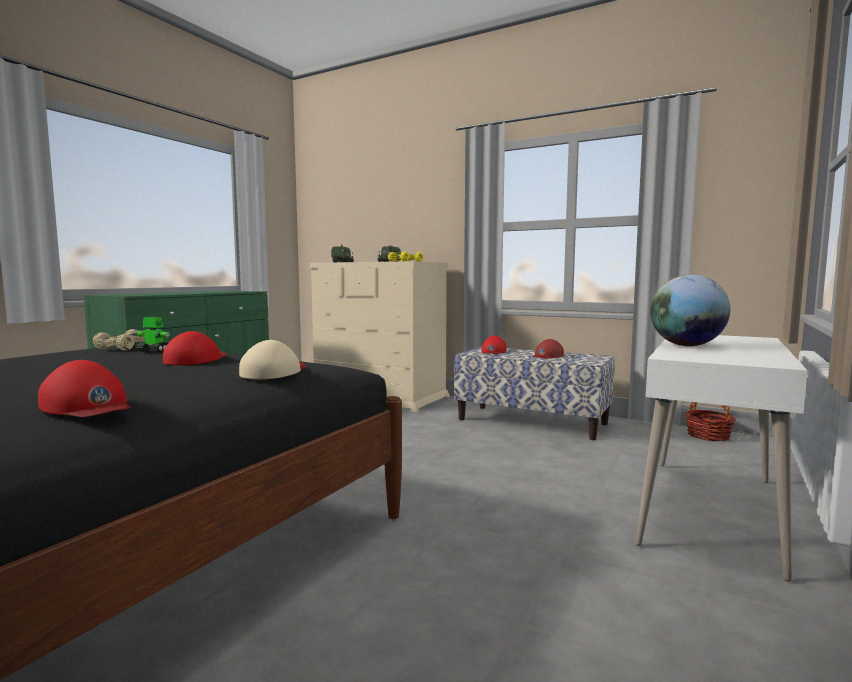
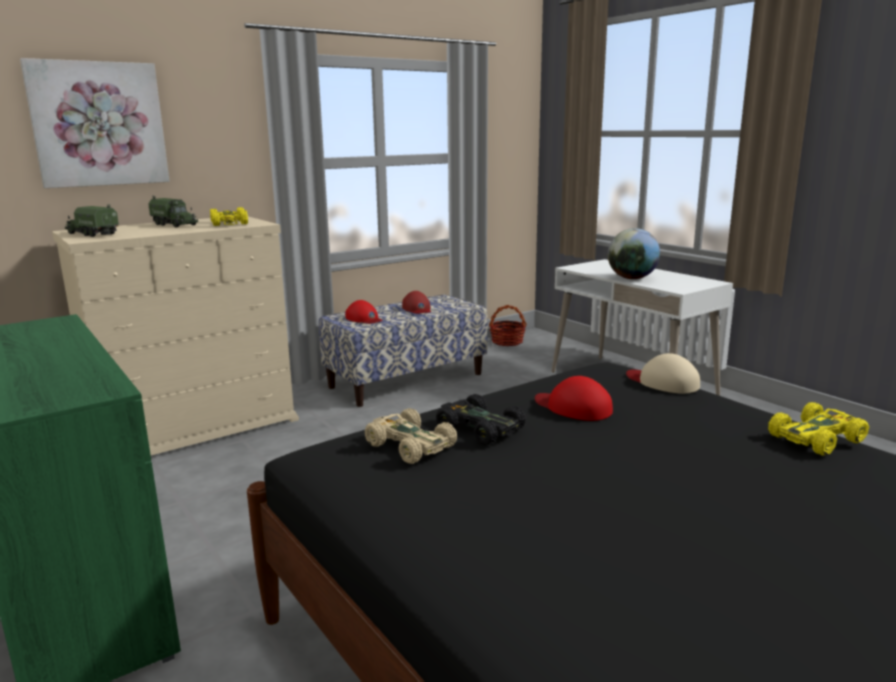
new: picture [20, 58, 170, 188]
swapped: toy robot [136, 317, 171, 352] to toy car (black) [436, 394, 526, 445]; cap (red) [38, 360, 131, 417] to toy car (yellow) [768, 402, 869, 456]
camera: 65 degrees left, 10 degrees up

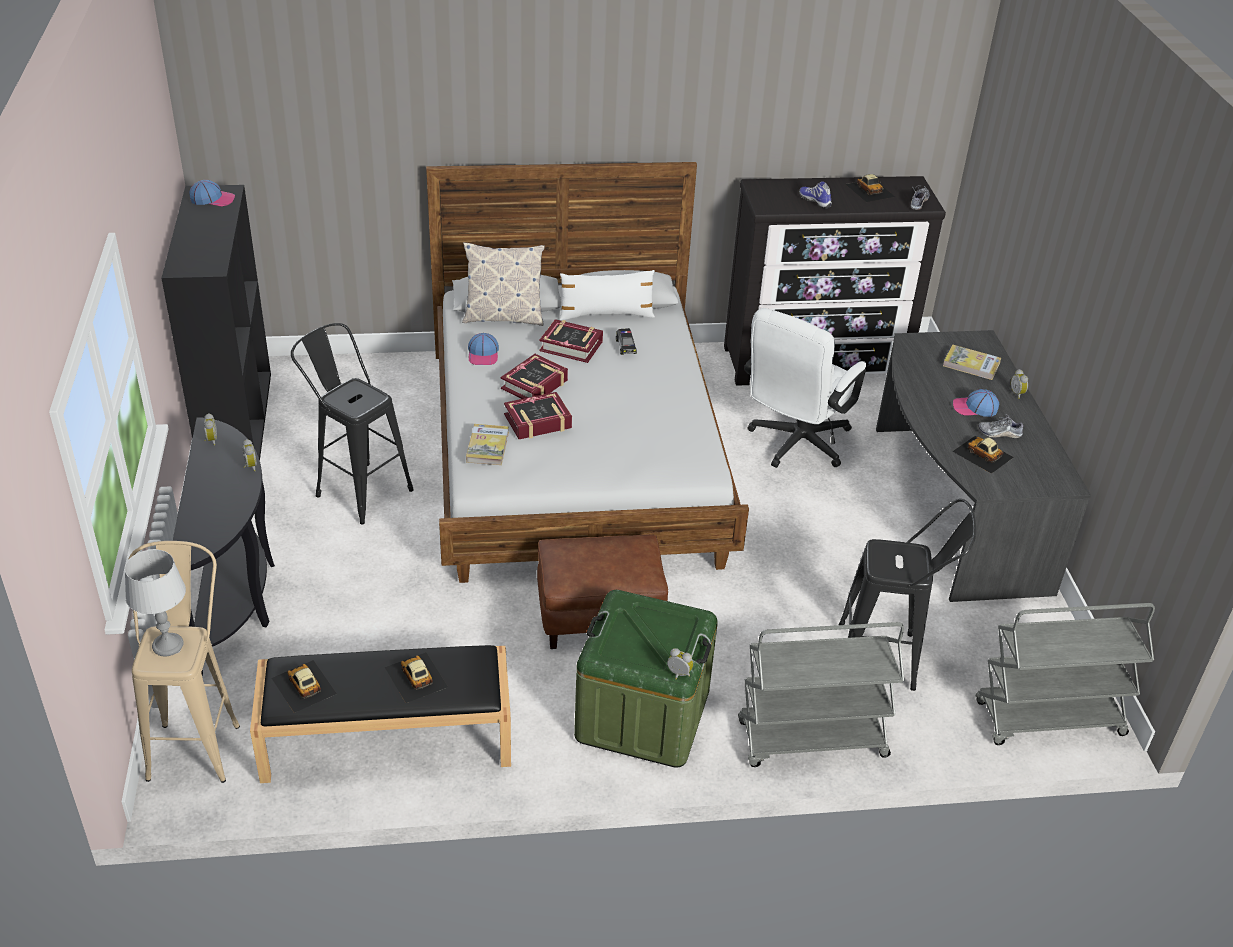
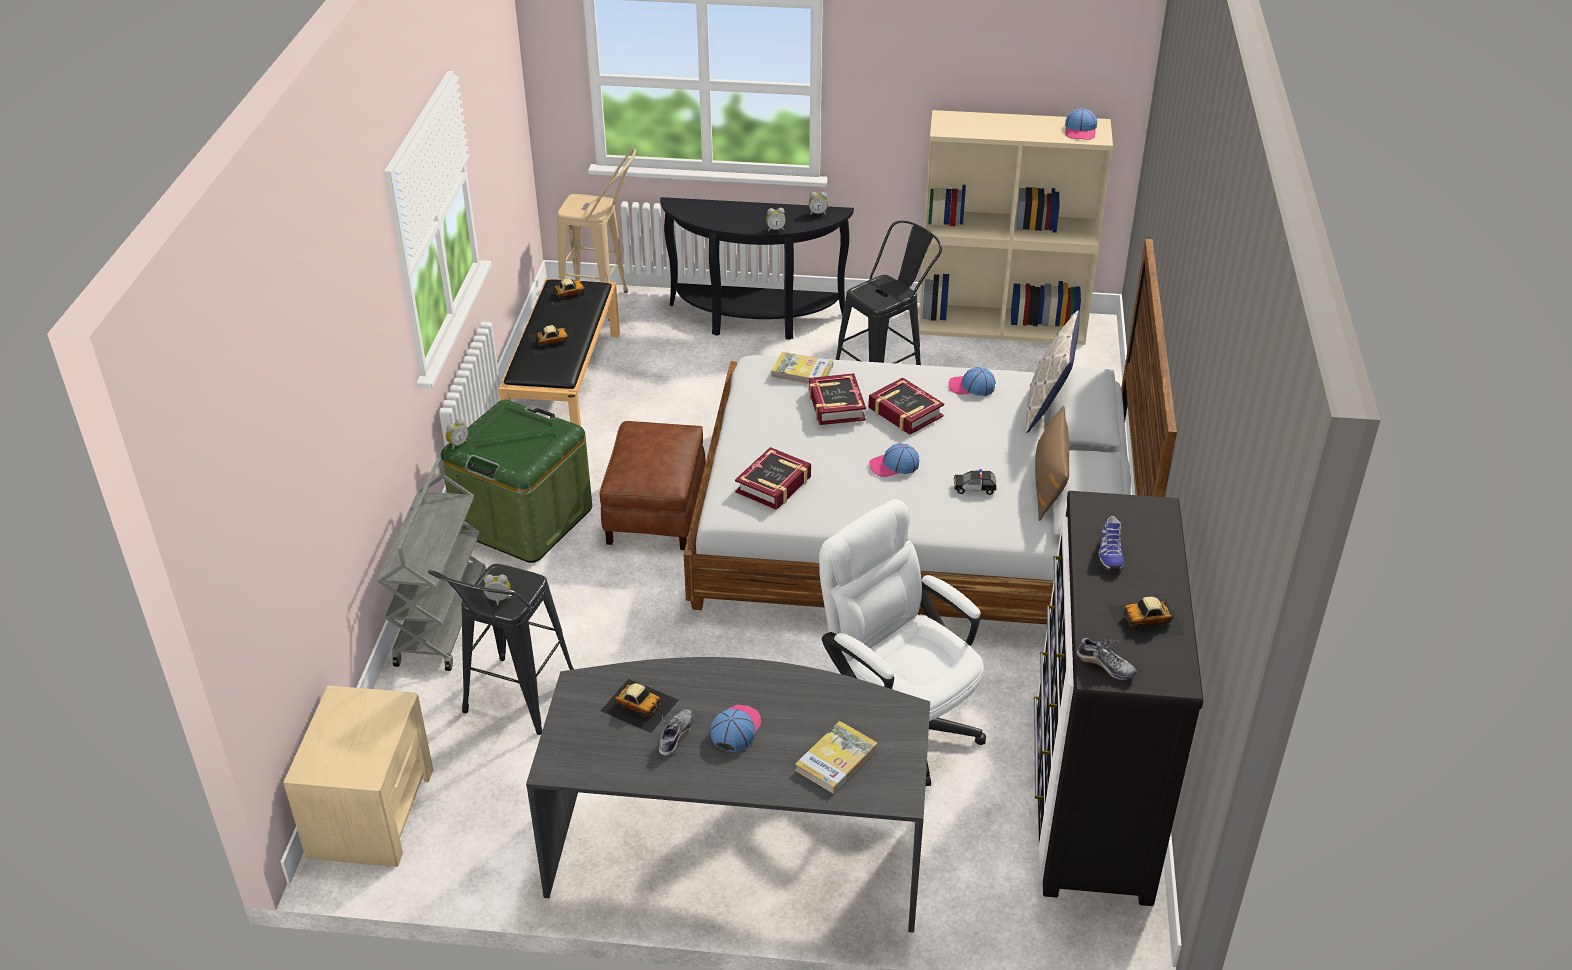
gone: table lamp (grey) [124, 549, 186, 656]
new: cap [869, 443, 919, 477]
shifted: alarm clock [1011, 369, 1028, 399] to [484, 574, 510, 606]; book [539, 319, 603, 363] to [735, 447, 811, 510]
swapped: cart (grey) [976, 603, 1155, 745] to nightstand (beige) [283, 685, 433, 867]
repainted: bookcase (black) [161, 185, 271, 460] to bookcase (beige) [919, 110, 1113, 345]; pillow (white) [559, 270, 655, 320] to pillow (brown) [1035, 405, 1069, 521]
rotated: toy car [953, 436, 1014, 474] = [600, 679, 678, 733] 60 degrees clockwise; shoe [799, 181, 832, 209] = [1098, 516, 1124, 571] 120 degrees clockwise
camera: 105 degrees right, 0 degrees up

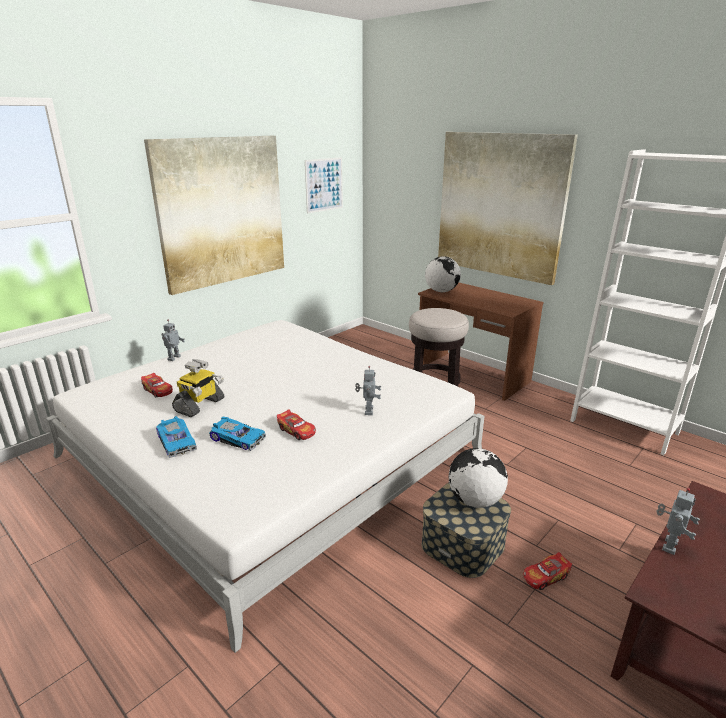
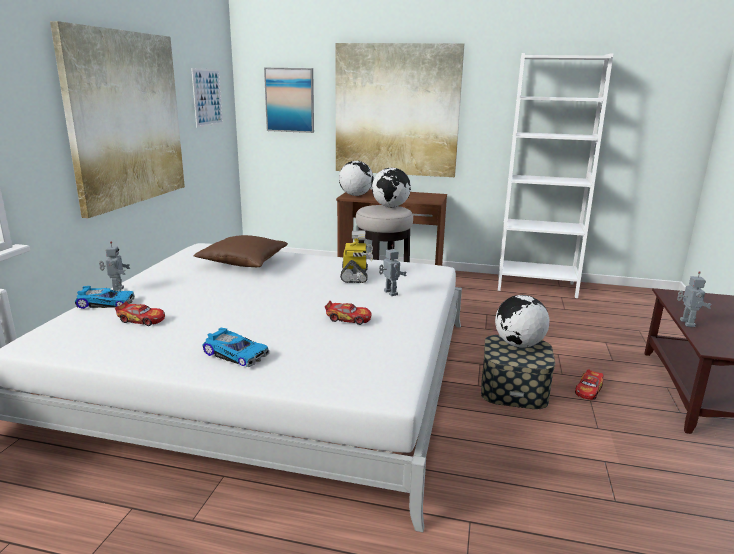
new: pillow (brown) [194, 235, 288, 267]; picture [264, 68, 314, 133]; globe [372, 168, 411, 207]
shifted: toy car [209, 417, 266, 451] to [75, 286, 135, 309]; toy robot [172, 359, 224, 417] to [340, 231, 373, 283]
camera: 30 degrees left, 5 degrees down

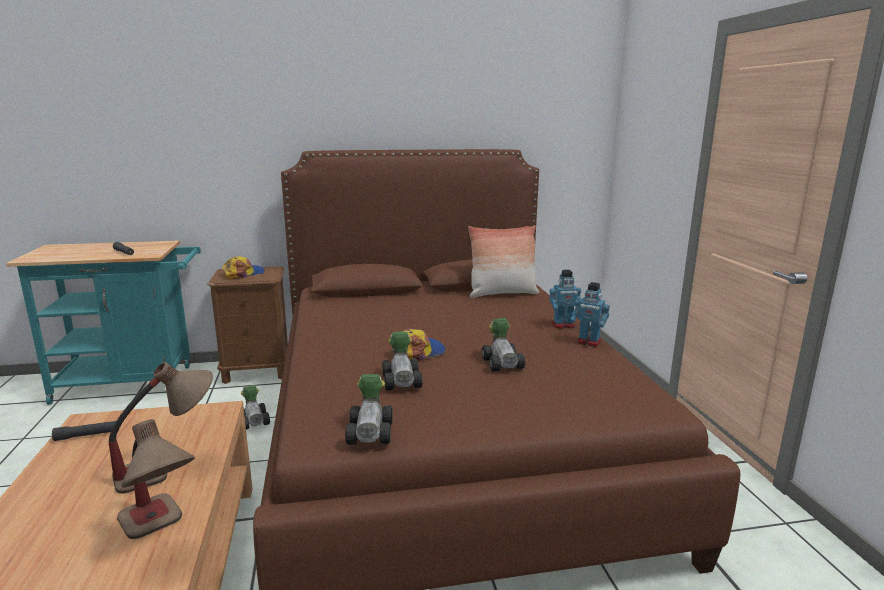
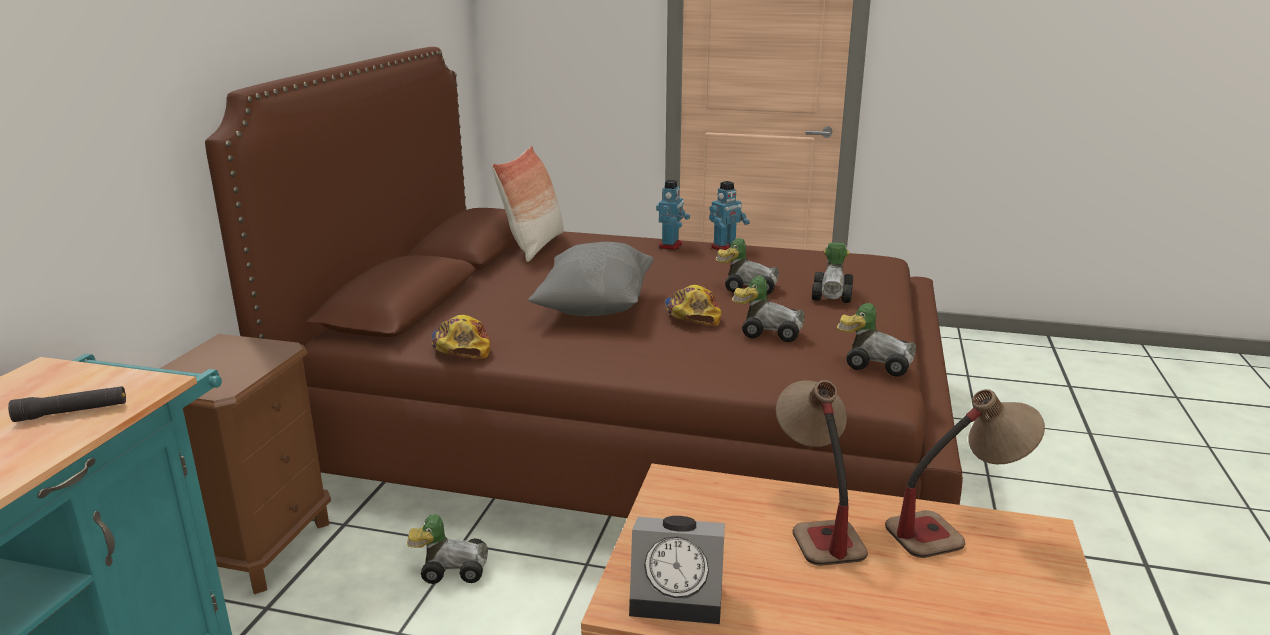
new: pillow (grey) [528, 242, 654, 316]; toy car [812, 242, 853, 303]
shifted: cap [222, 256, 265, 279] to [432, 315, 491, 359]
swapped: flashlight (black) [52, 421, 119, 441] to alarm clock [629, 516, 725, 624]
camera: 65 degrees left, 5 degrees up

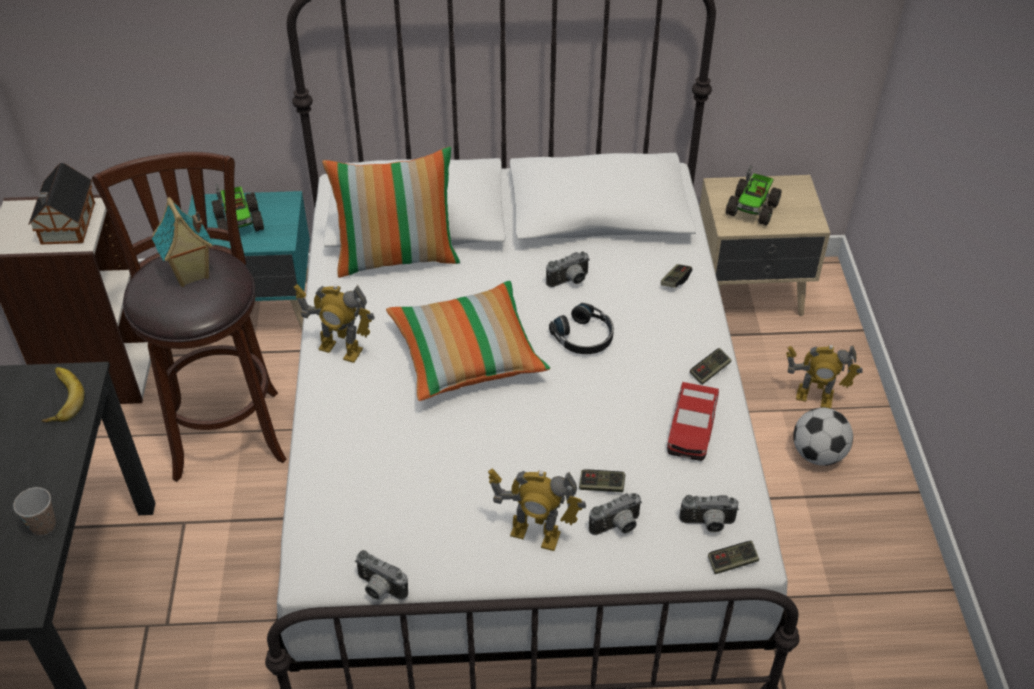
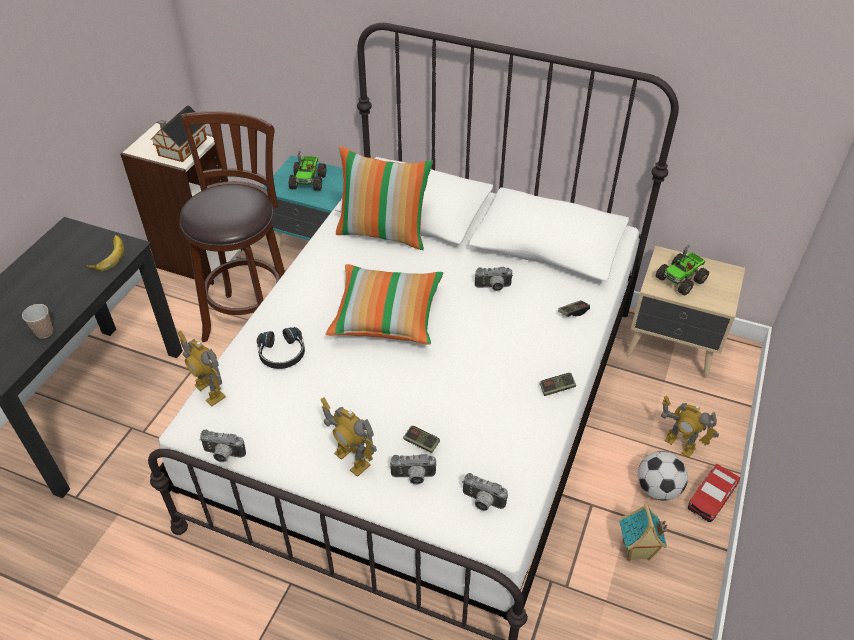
gone: game controller [708, 541, 759, 574]
shifted: toy robot [294, 284, 375, 363] to [177, 331, 226, 407]; headphones (black) [549, 303, 614, 354] to [256, 327, 305, 369]; toy house [152, 197, 214, 287] to [619, 502, 667, 561]; toy car [667, 382, 719, 461] to [688, 464, 740, 522]
rotated: photo camera [355, 550, 408, 600] = [199, 430, 246, 462] 45 degrees counterclockwise
camera: 25 degrees right, 0 degrees up

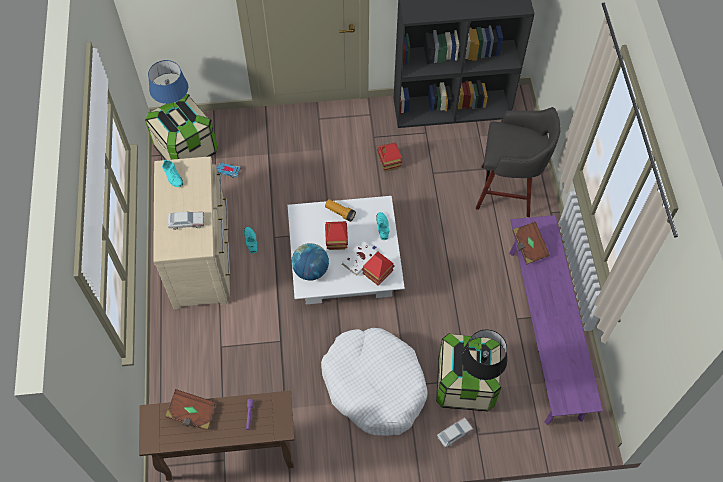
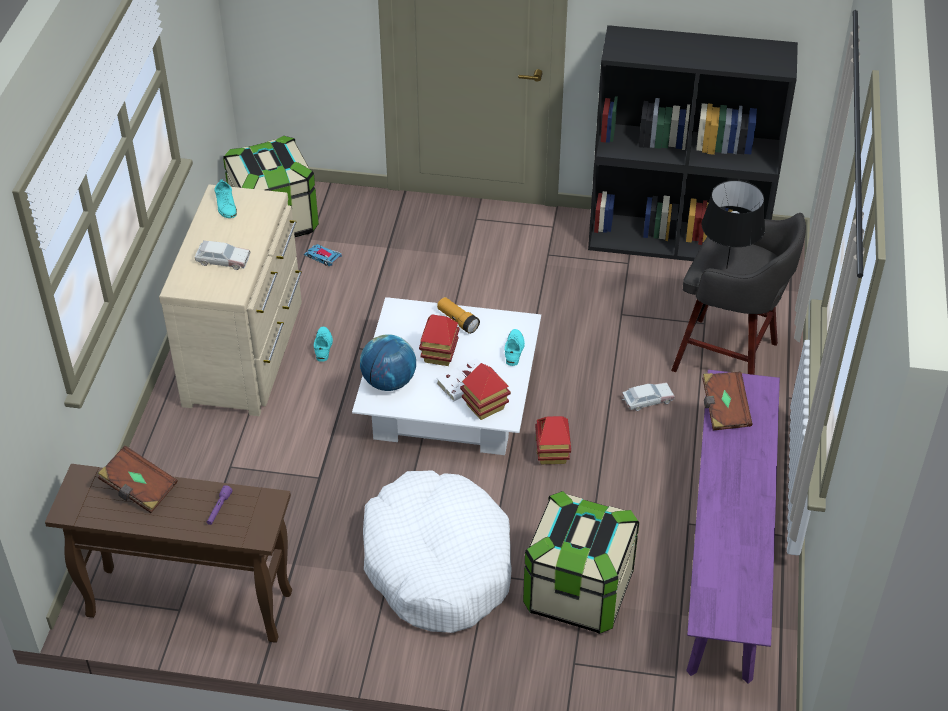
gone: table lamp (blue) [148, 60, 188, 109]
shifted: toy house [377, 142, 403, 172] to [535, 416, 571, 464]; toy car [437, 417, 473, 448] to [622, 382, 675, 411]; table lamp (black) [461, 330, 507, 380] to [702, 180, 765, 269]
camera: 15 degrees right, 15 degrees down

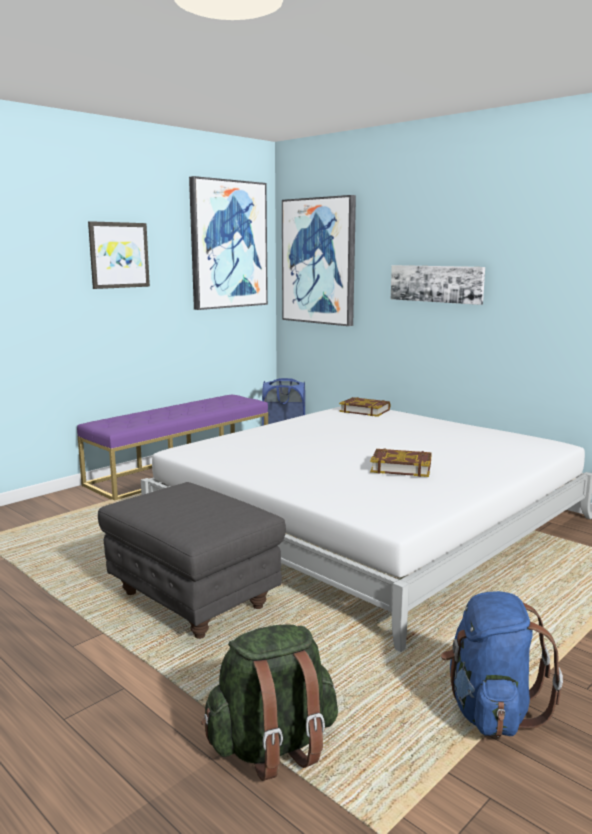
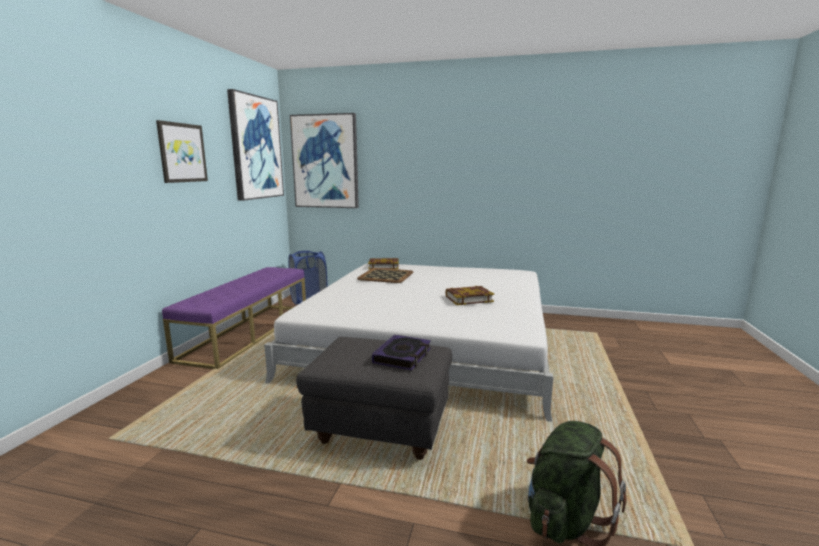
gone: picture [391, 265, 485, 305]; backpack (blue) [441, 591, 563, 737]
new: tray [357, 268, 413, 283]; book [372, 335, 431, 370]
camera: 30 degrees left, 0 degrees up

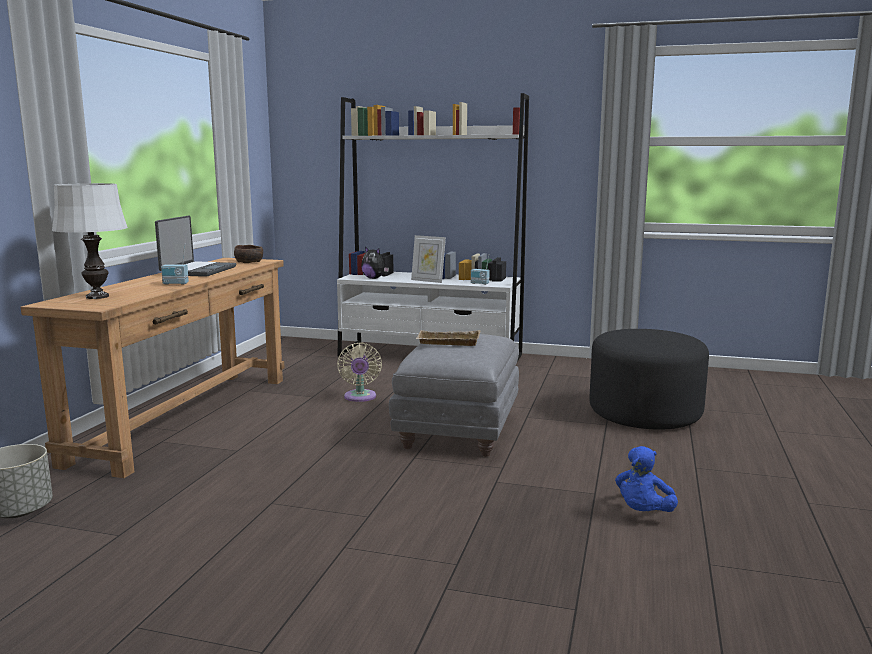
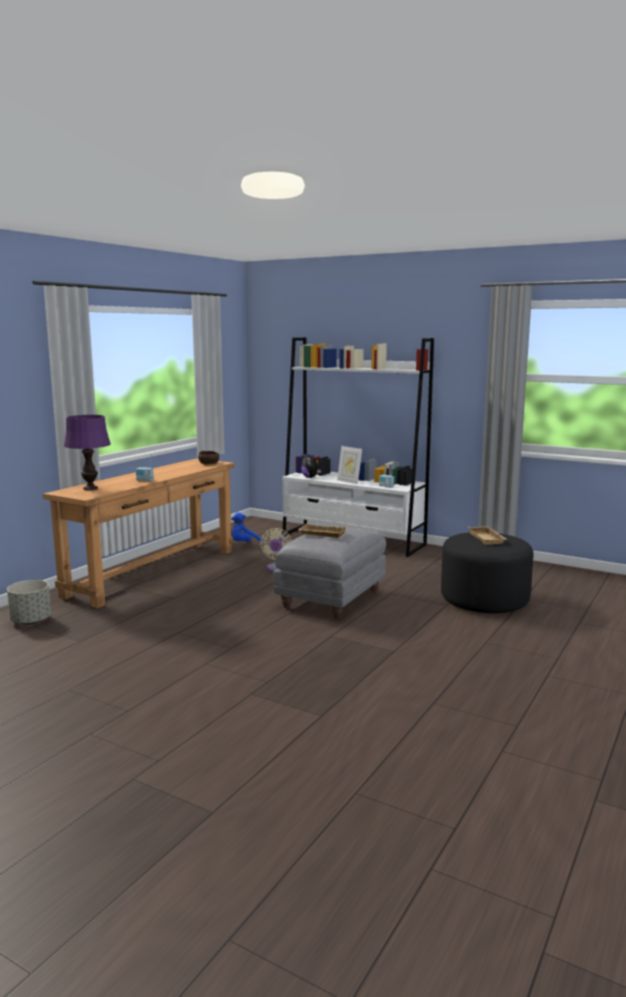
gone: laptop [155, 216, 236, 277]
new: tray (beige) [468, 526, 508, 545]
shifted: plush toy (blue) [615, 446, 678, 512] to [231, 512, 263, 542]
repainted: table lamp (white) [52, 183, 128, 299] to table lamp (purple) [64, 415, 111, 490]
camera: 15 degrees right, 0 degrees up

